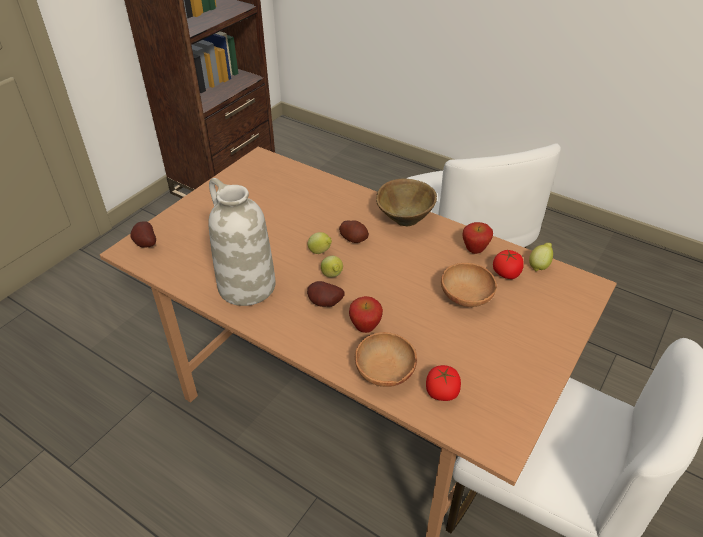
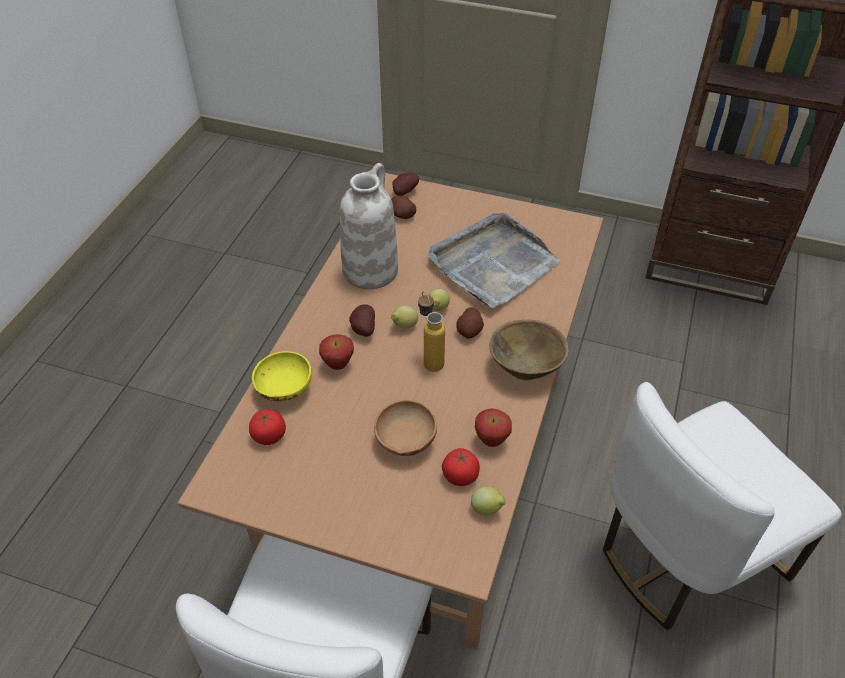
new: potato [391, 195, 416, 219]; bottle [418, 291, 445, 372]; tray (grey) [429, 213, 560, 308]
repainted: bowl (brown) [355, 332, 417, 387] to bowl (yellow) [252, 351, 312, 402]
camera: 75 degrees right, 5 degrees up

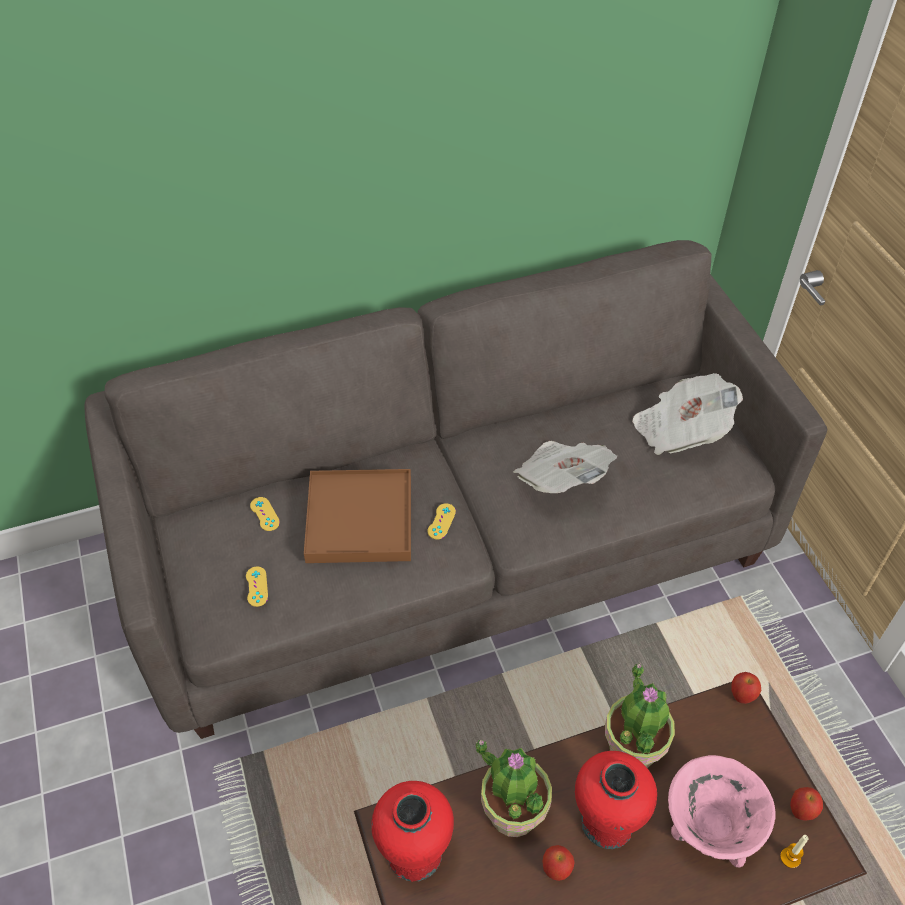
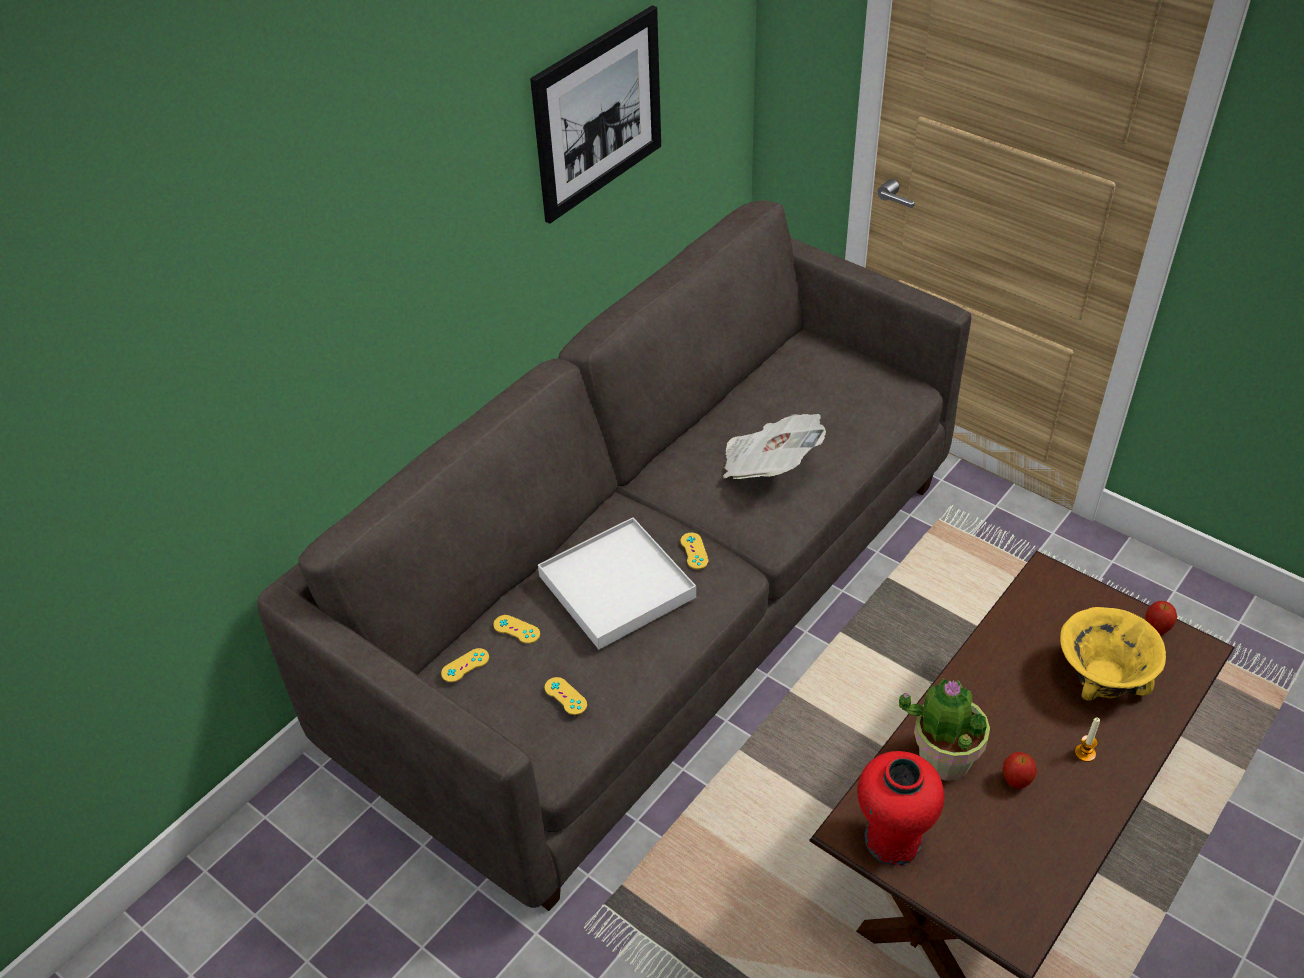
gone: vase (red) [575, 751, 657, 849]; potted plant [605, 663, 675, 768]; newspaper [632, 373, 743, 455]; apple [731, 672, 762, 704]
new: game controller (yellow) [441, 648, 489, 682]; picture [530, 5, 661, 224]
shifted: candle [780, 835, 809, 868] to [1075, 717, 1100, 762]
repainted: tray (brown) [304, 469, 411, 563] to tray (white) [538, 517, 696, 650]; bowl (pink) [668, 755, 776, 867] to bowl (yellow) [1060, 607, 1166, 701]
camera: 30 degrees left, 5 degrees down

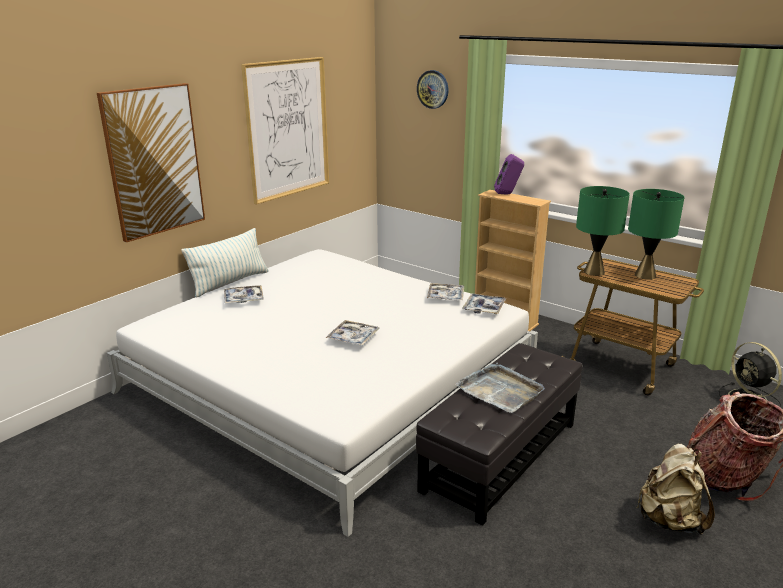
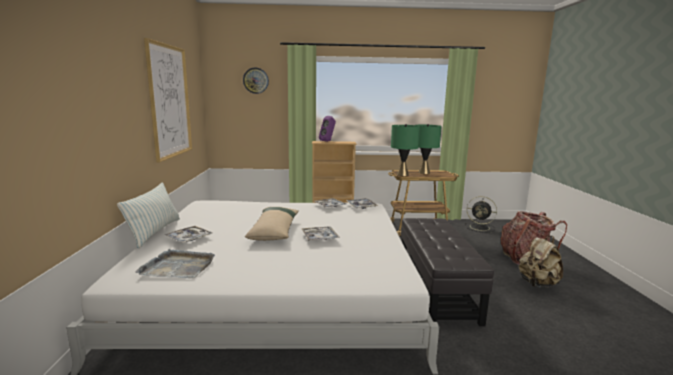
gone: picture [97, 83, 205, 243]
new: pillow (beige) [245, 207, 299, 241]
shifted: tray (grey) [455, 363, 545, 413] to [135, 249, 215, 279]
camera: 40 degrees left, 10 degrees down

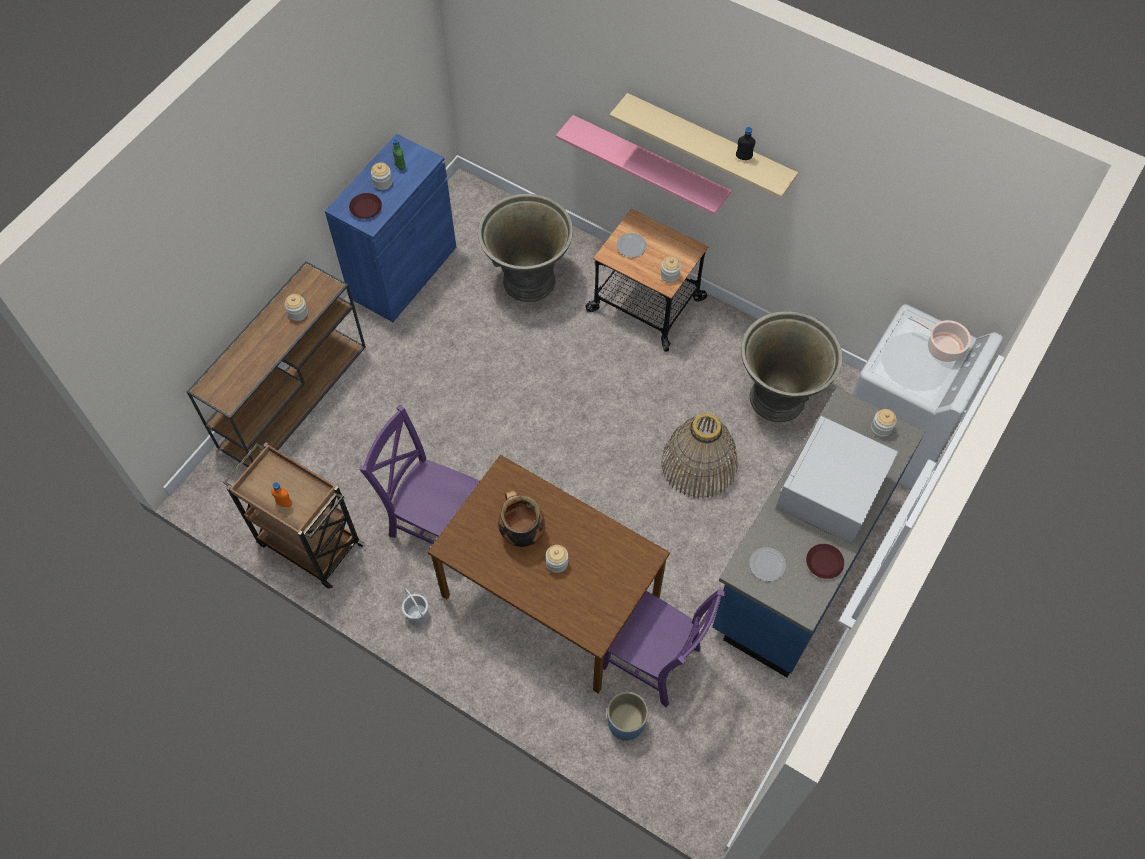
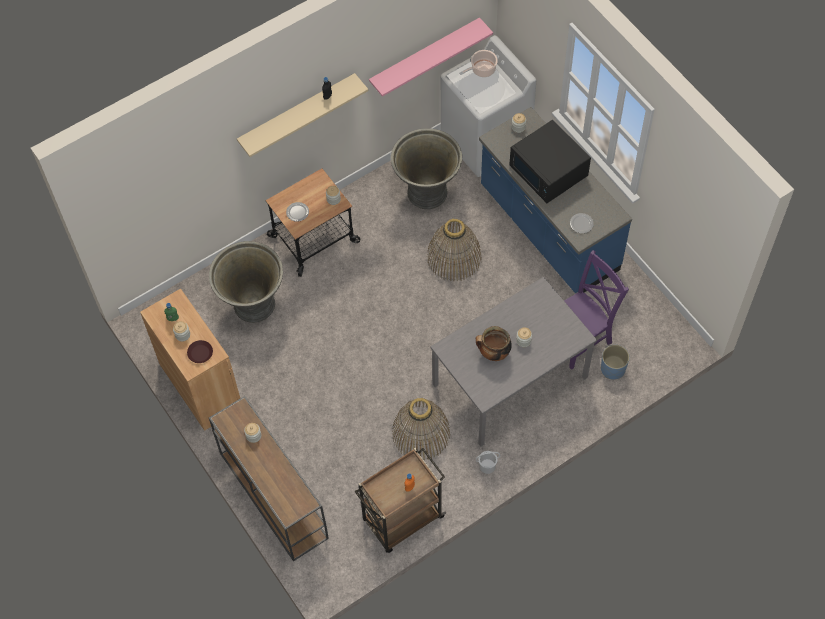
gone: plate (brown) [806, 544, 844, 579]
shifted: shelf (pink) [556, 115, 731, 215] to [369, 17, 493, 97]
swapped: chair (purple) [359, 405, 480, 544] to basket [392, 398, 450, 460]
repainted: cabinet (blue) [325, 134, 456, 322] to cabinet (brown) [140, 289, 240, 431]; dining table (brown) [427, 455, 670, 694] to dining table (grey) [431, 277, 597, 446]; microwave (white) [776, 416, 898, 544] to microwave (black) [509, 120, 591, 203]
camera: 65 degrees left, 0 degrees up

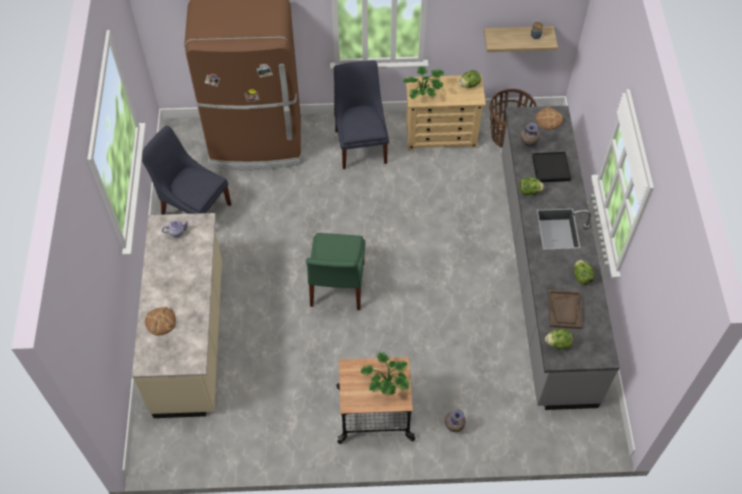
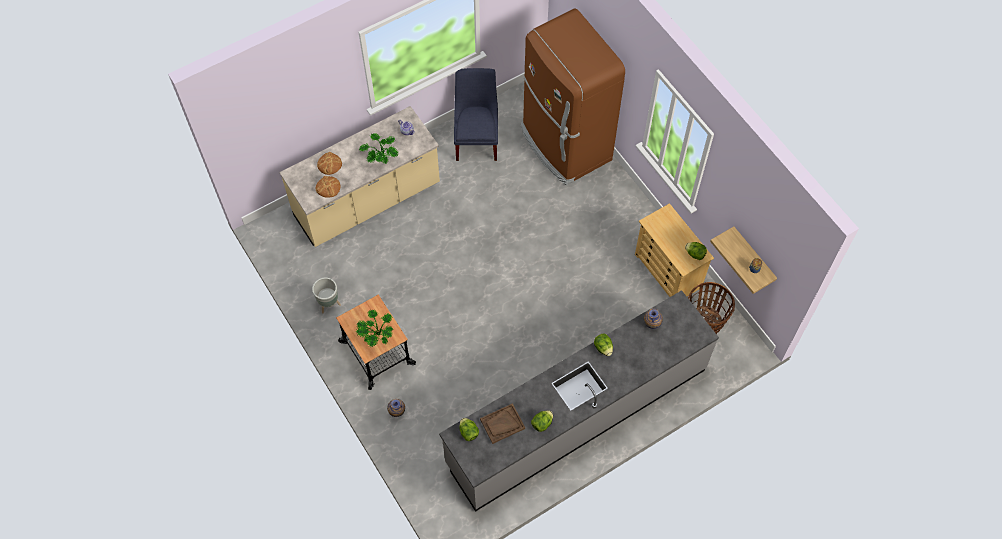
gone: chair (green) [306, 233, 365, 310]; chair (blue) [334, 60, 389, 169]; tray (black) [532, 152, 571, 182]
new: planter (grey) [312, 278, 341, 314]
shifted: bread [536, 107, 563, 130] to [316, 176, 340, 198]; potted plant [403, 66, 444, 99] to [359, 133, 398, 164]
camera: 60 degrees right, 5 degrees up

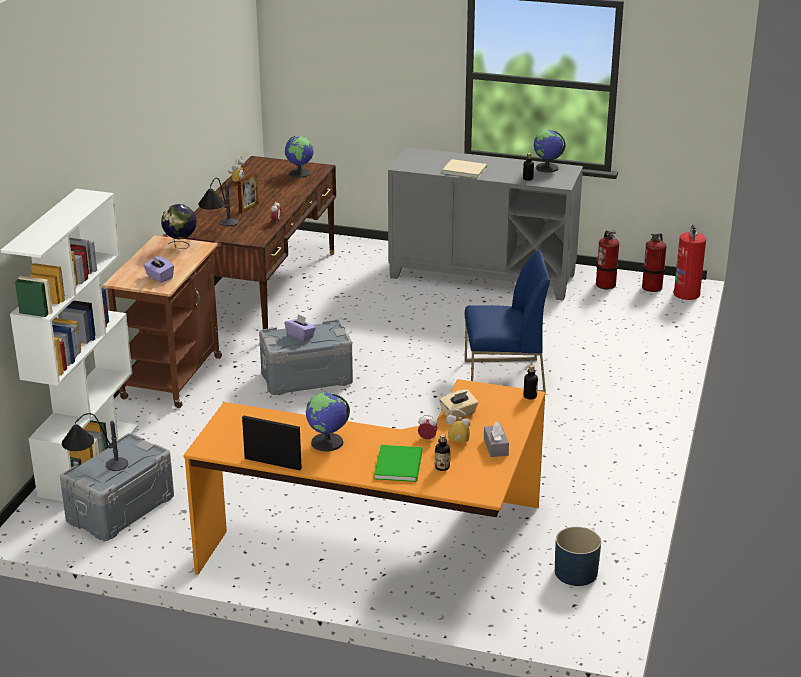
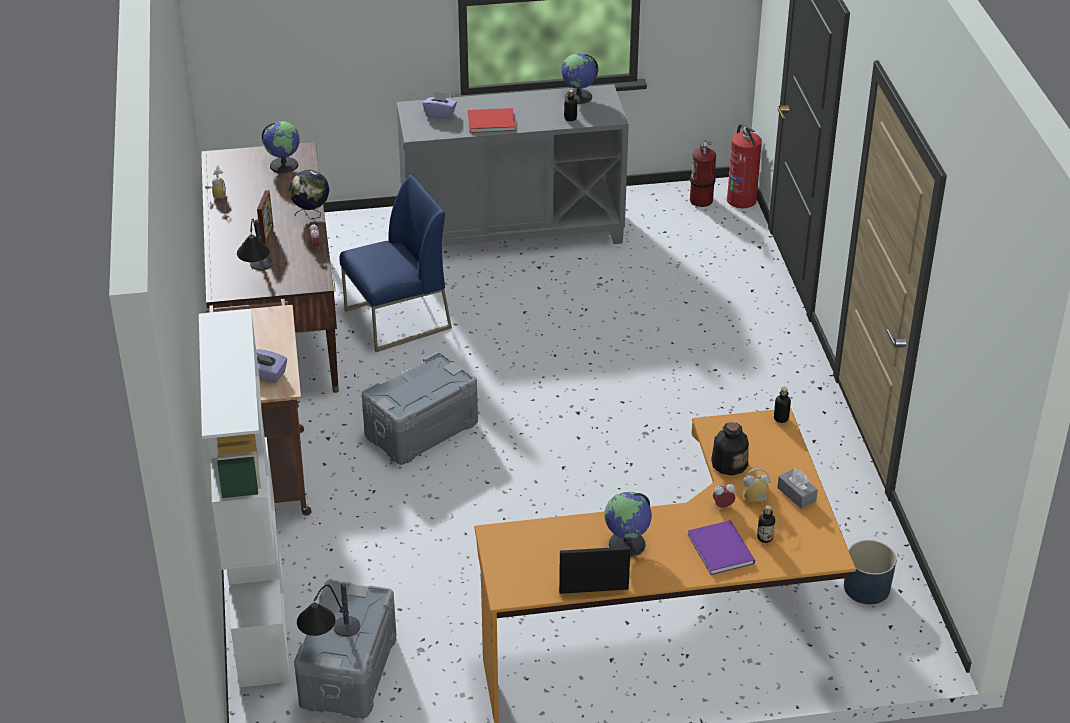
gone: fire extinguisher [596, 230, 619, 289]
shifted: globe [161, 204, 197, 249] to [289, 170, 329, 220]; chair (blue) [465, 249, 550, 394] to [339, 174, 452, 352]; tissue box (purple) [284, 314, 316, 342] to [423, 92, 457, 120]
swapped: tissue box (beige) [440, 389, 478, 420] to bottle [711, 422, 749, 475]
repainted: book (beige) [442, 159, 487, 178] to book (red) [468, 108, 516, 133]; book (green) [374, 445, 423, 482] to book (purple) [688, 520, 755, 575]
camera: 25 degrees left, 10 degrees up

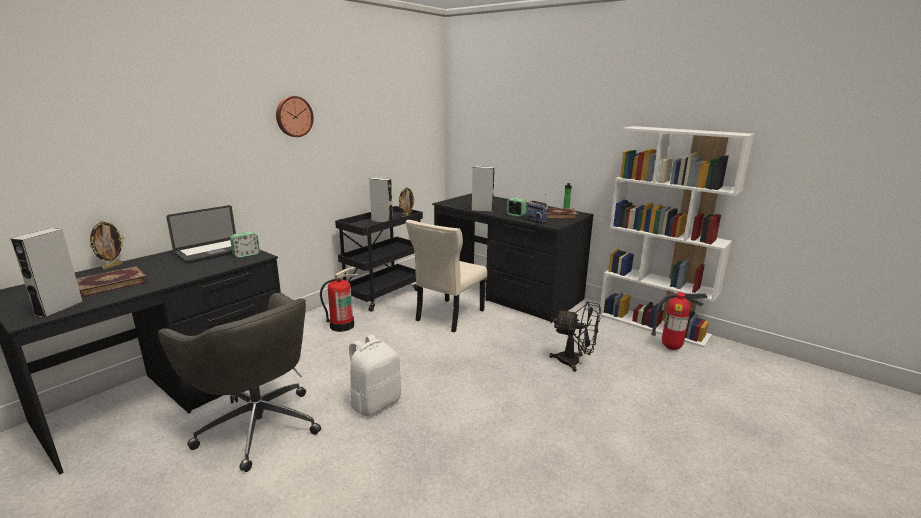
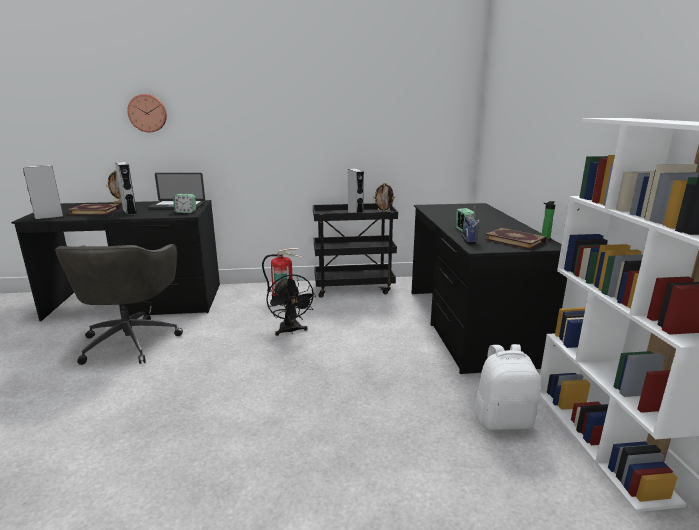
gone: chair (beige) [406, 220, 487, 332]; fire extinguisher [651, 292, 708, 350]
shifted: speaker (grey) [471, 166, 494, 212] to [115, 162, 137, 215]; wall clock [276, 96, 314, 137] to [127, 94, 167, 132]; fan (black) [549, 301, 601, 372] to [267, 274, 316, 336]; backpack (white) [349, 334, 401, 416] to [475, 344, 541, 430]
camera: 45 degrees right, 0 degrees up

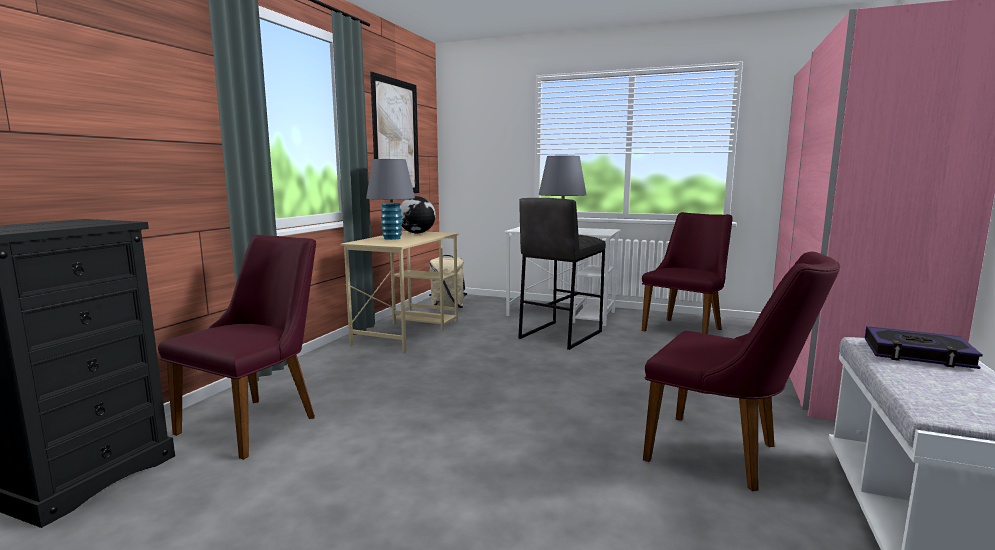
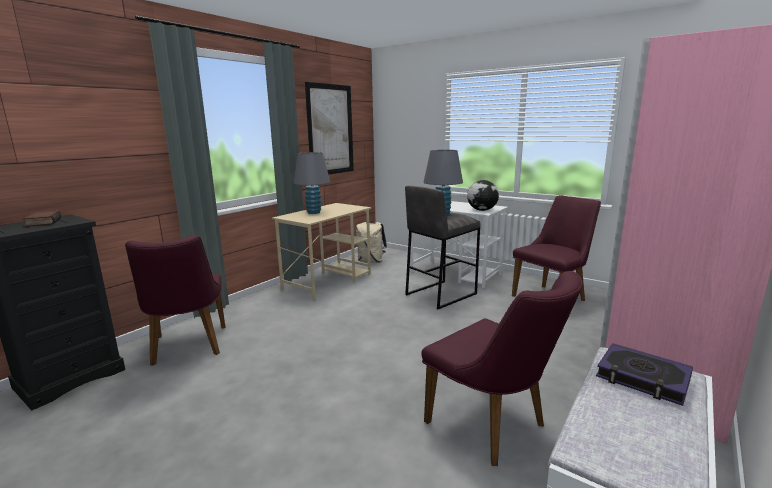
new: book [24, 211, 61, 227]
shifted: globe [400, 196, 436, 234] to [467, 180, 499, 211]
rotated: chair (purple) [158, 235, 316, 460] = [125, 235, 225, 366] 120 degrees clockwise
camera: 15 degrees right, 5 degrees up

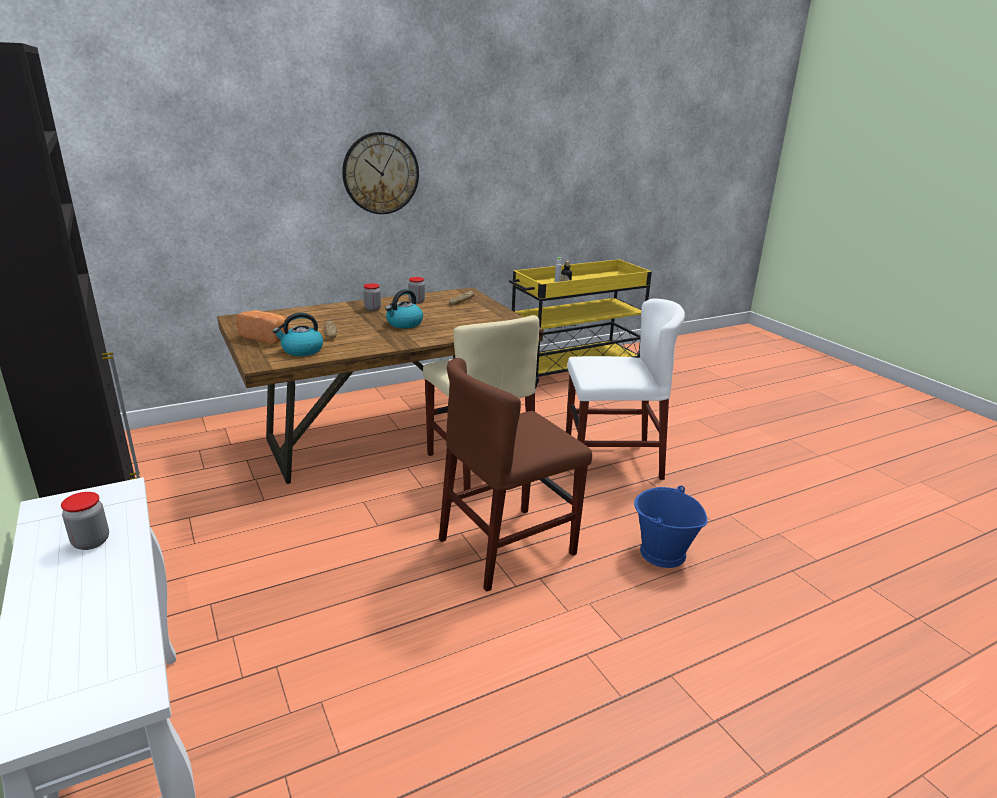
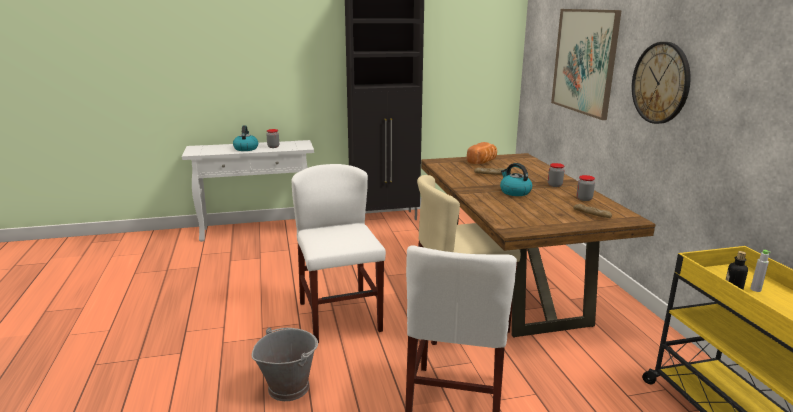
new: picture [551, 9, 622, 120]
shifted: kettle [273, 313, 323, 356] to [233, 125, 258, 151]
repainted: bucket (blue) [634, 486, 708, 568] to bucket (grey) [252, 328, 318, 401]; chair (brown) [439, 358, 592, 592] to chair (white) [291, 164, 386, 343]
camera: 105 degrees right, 5 degrees down

